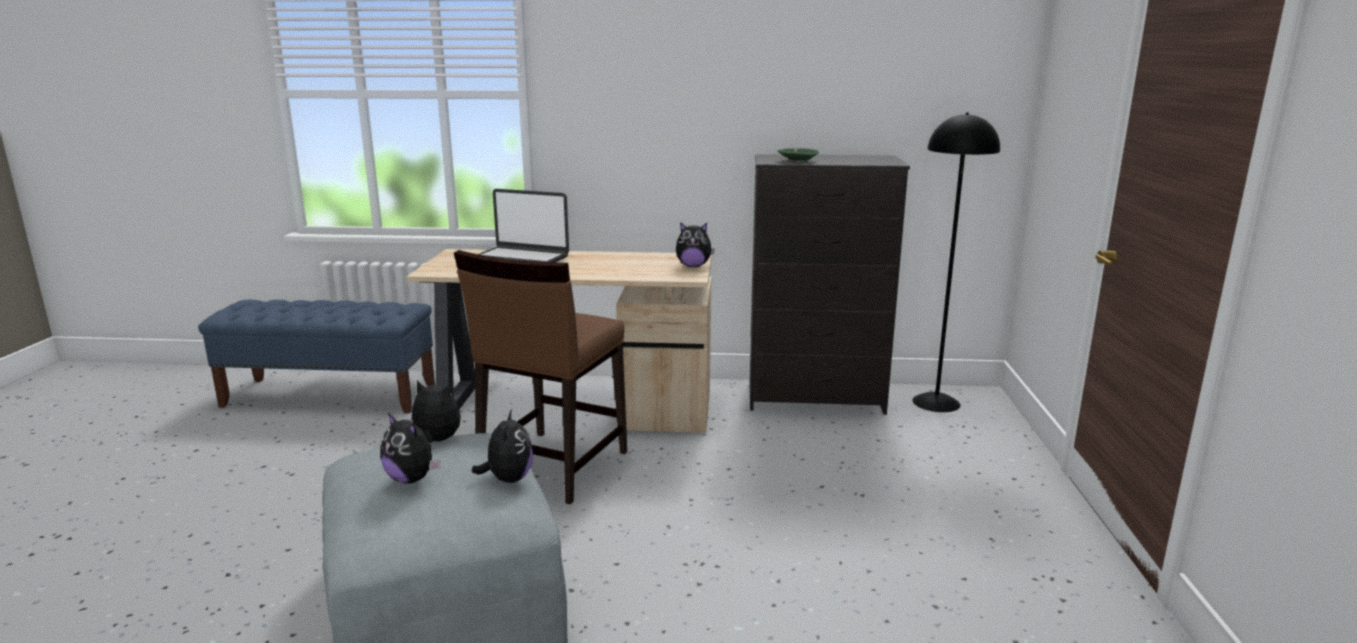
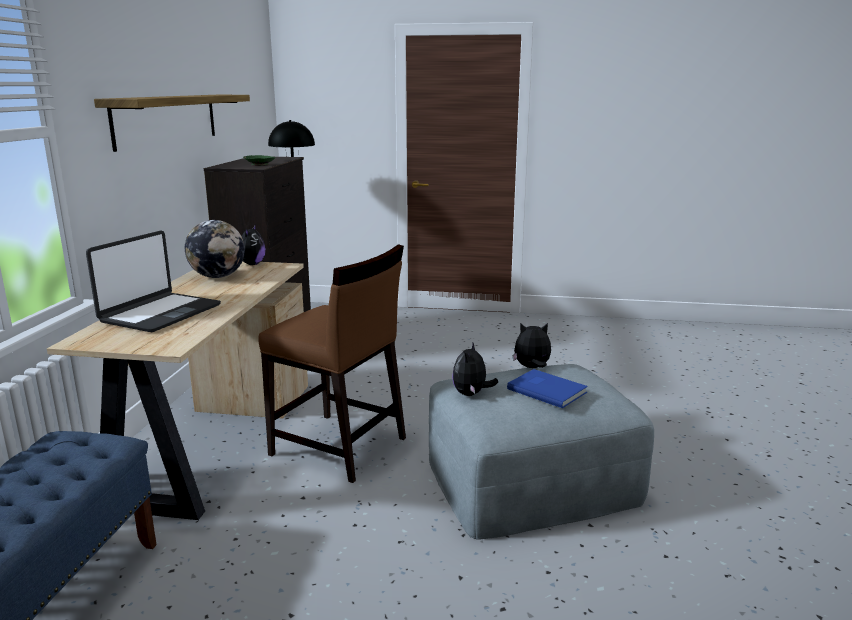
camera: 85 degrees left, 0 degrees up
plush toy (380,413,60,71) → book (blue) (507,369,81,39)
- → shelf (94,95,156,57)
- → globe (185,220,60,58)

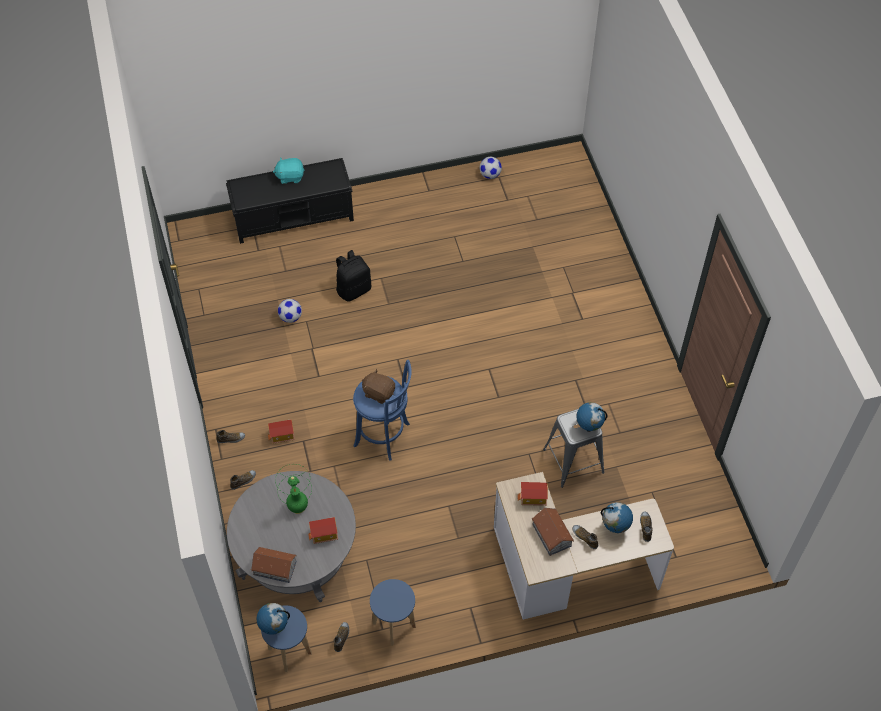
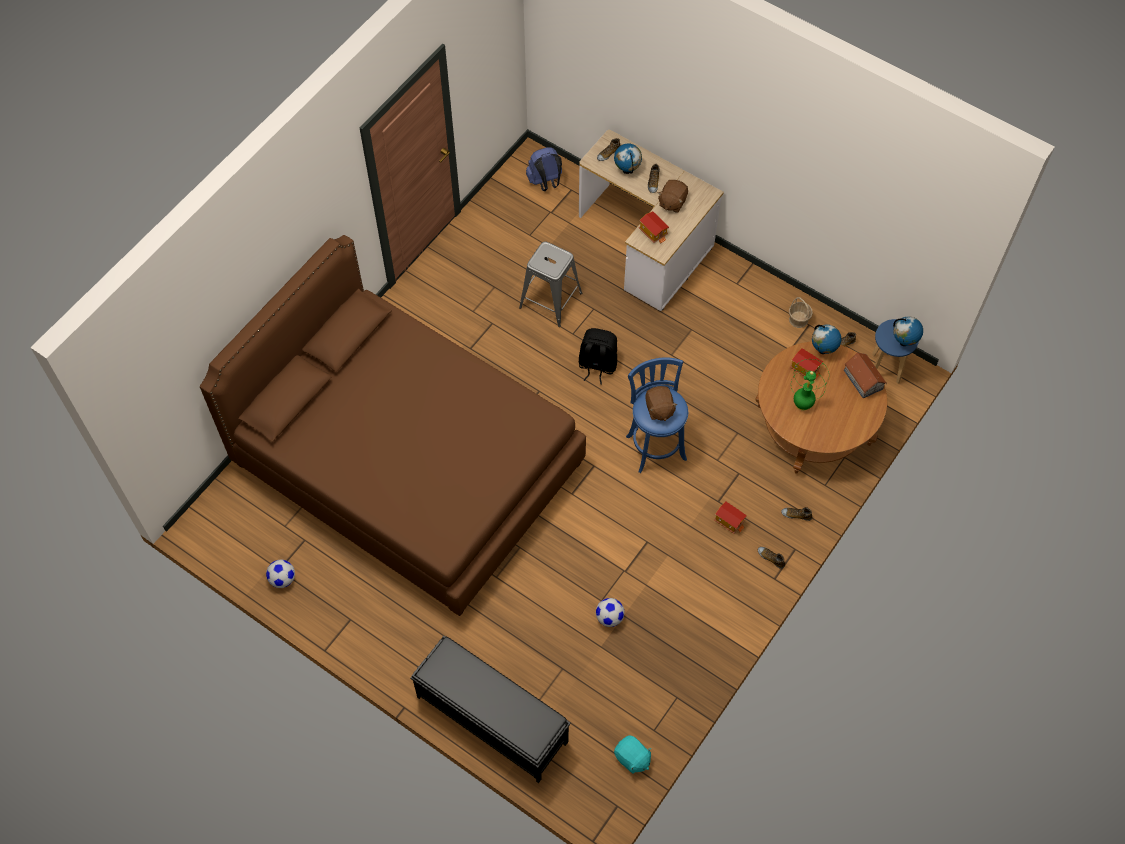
camera: 130 degrees left, 5 degrees up
coffee table (grey) (227,471,129,131) → coffee table (brown) (755,341,132,133)
plush toy (turquoise) (273,157,31,27) → plush toy (turquoise) (614,735,38,39), move
backpack (black) (336,250,35,52) → backpack (black) (579,328,38,57), move
stool (blue) (370,579,46,67) → basket (789,297,24,31)
toy house (532,508,42,48) → plush toy (brown) (658,180,30,32)
globe (576,402,31,30) → globe (812,325,29,29), move
- → bed (brown) (200,235,386,381)
- → backpack (blue) (526,147,36,44)

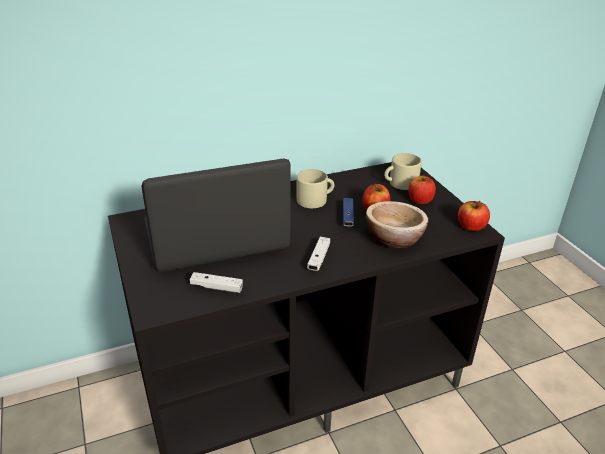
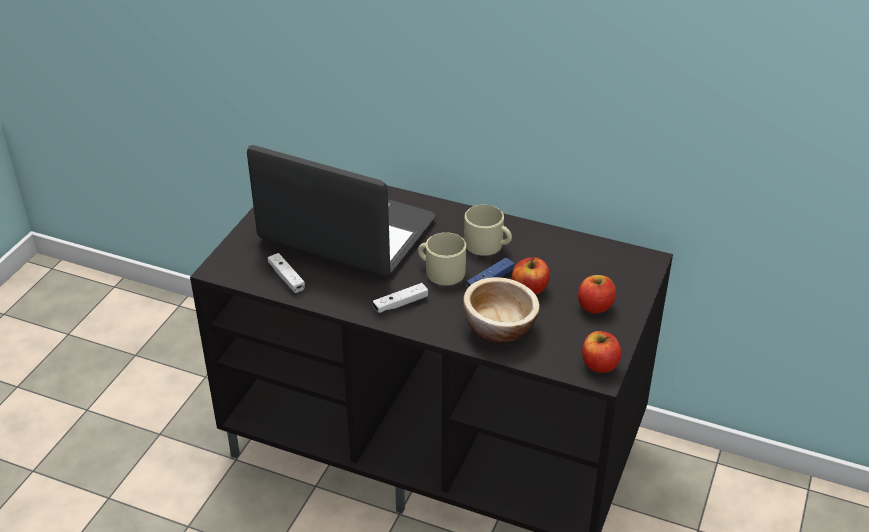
camera: 45 degrees right, 5 degrees up
mug (beige) (384,153,38,37) → mug (beige) (418,232,48,53), move

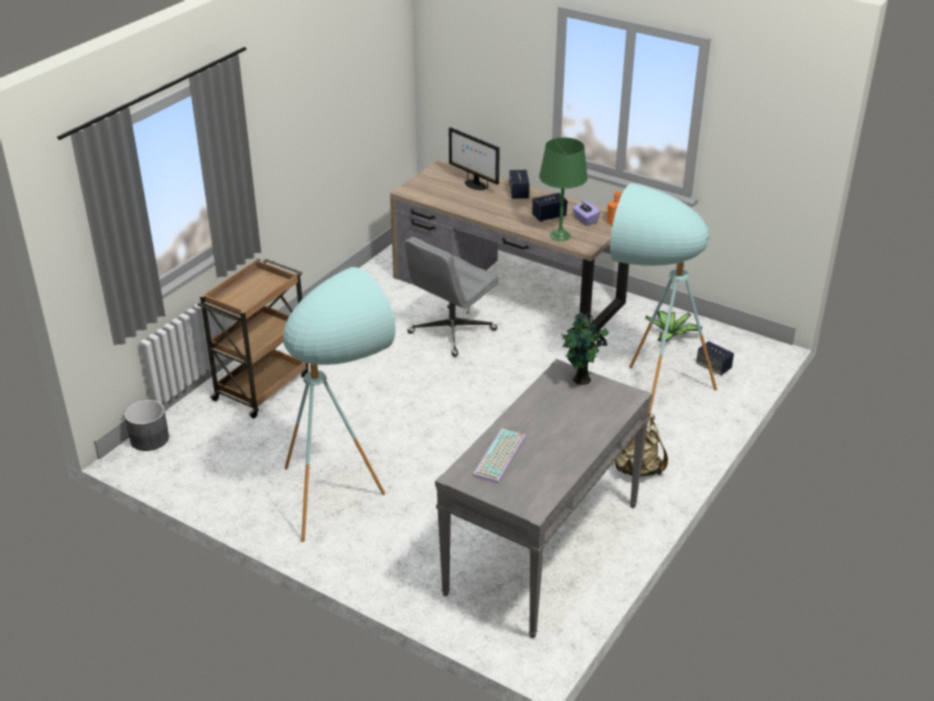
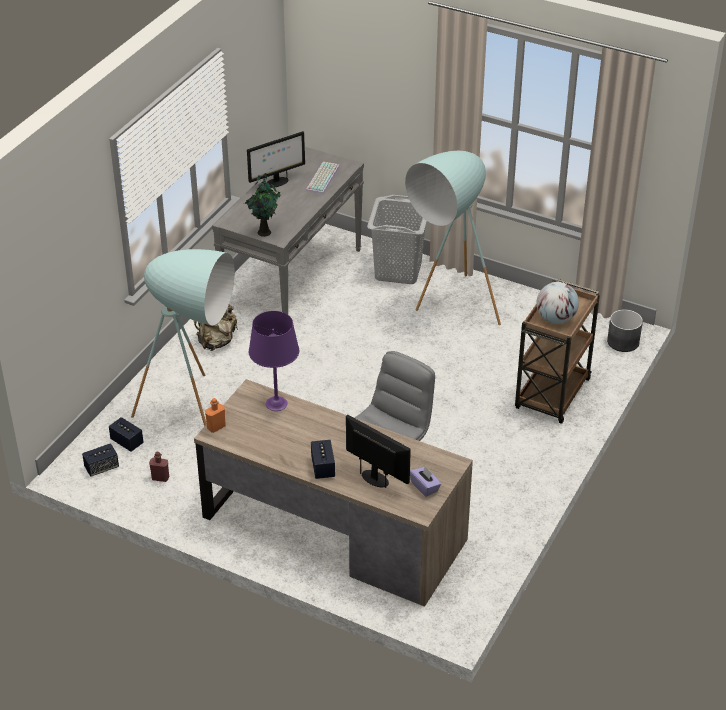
camera: 175 degrees right, 5 degrees up
speaker (532,193,35,29) → speaker (82,443,37,34), move
table lamp (green) (539,137,49,104) → table lamp (purple) (249,311,50,100)
tissue box (purple) (572,201,28,25) → tissue box (purple) (410,466,31,31), move
potted plant (645,311,57,32) → bottle (red) (149,452,20,30)
- → monitor (247,131,58,57)
- → laundry basket (grey) (367,195,60,89)
- → globe (536,282,43,42)

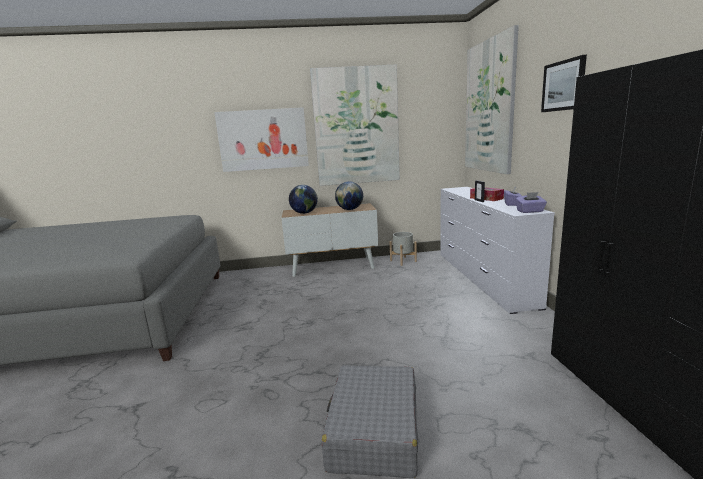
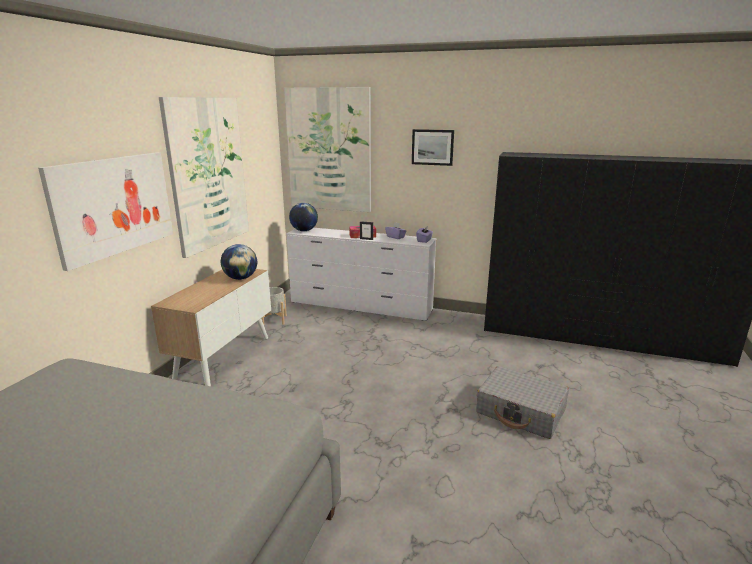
camera: 65 degrees left, 5 degrees up
globe (289,185,29,29) → globe (289,203,29,28), move

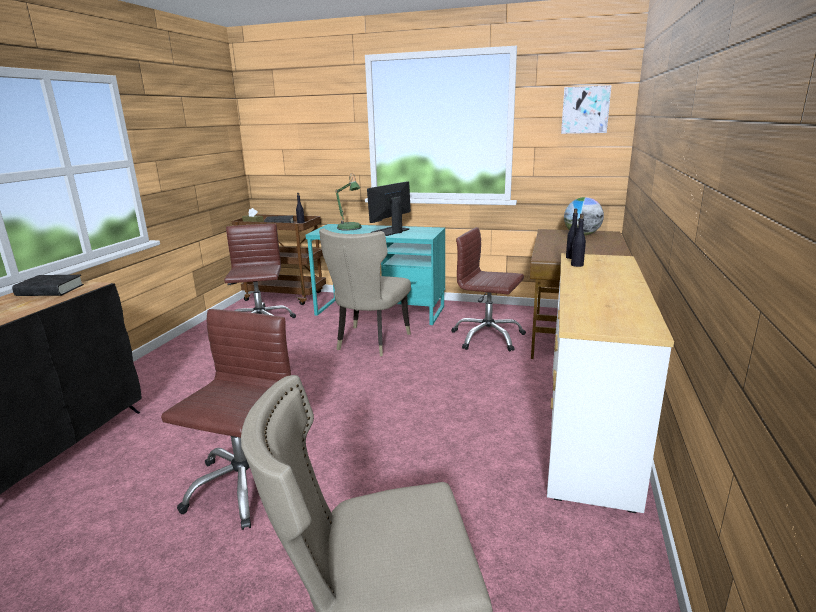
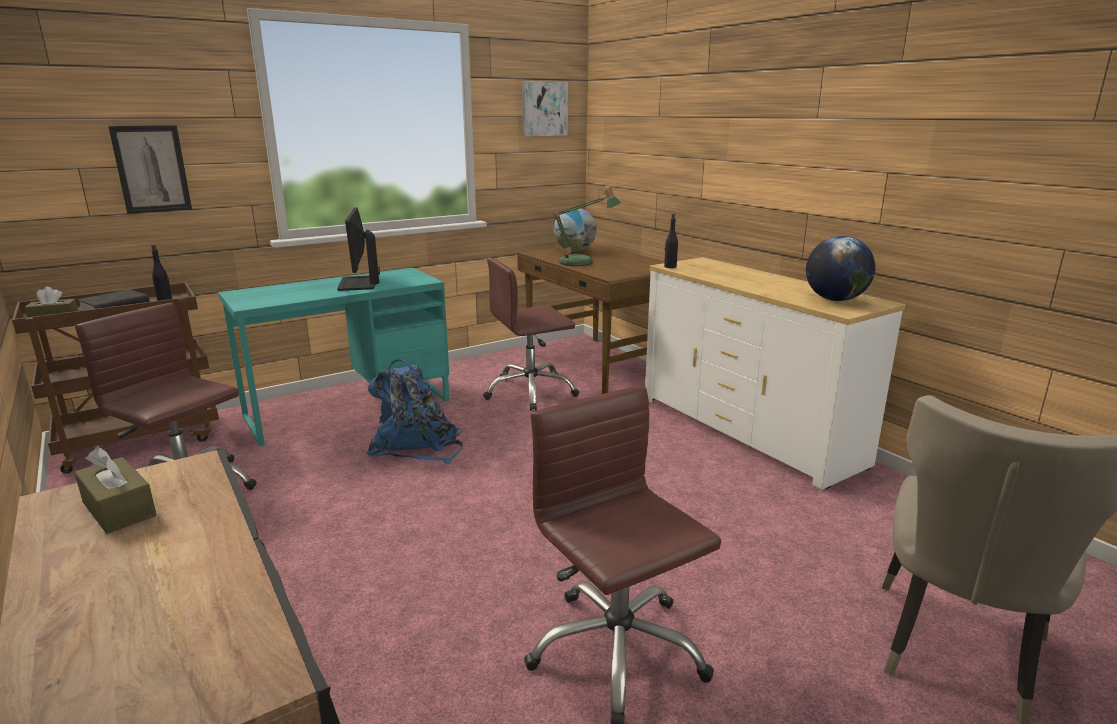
camera: 50 degrees left, 0 degrees up
book (black) (12,275,72,21) → tissue box (brown) (74,447,83,87)
chair (beige) (319,228,92,128) → backpack (blue) (366,359,96,105)
table lamp (335,173,27,58) → table lamp (552,185,69,81), move
bottle (black) (571,214,15,53) → -
- → picture (108,125,84,89)
- → globe (806,236,70,65)

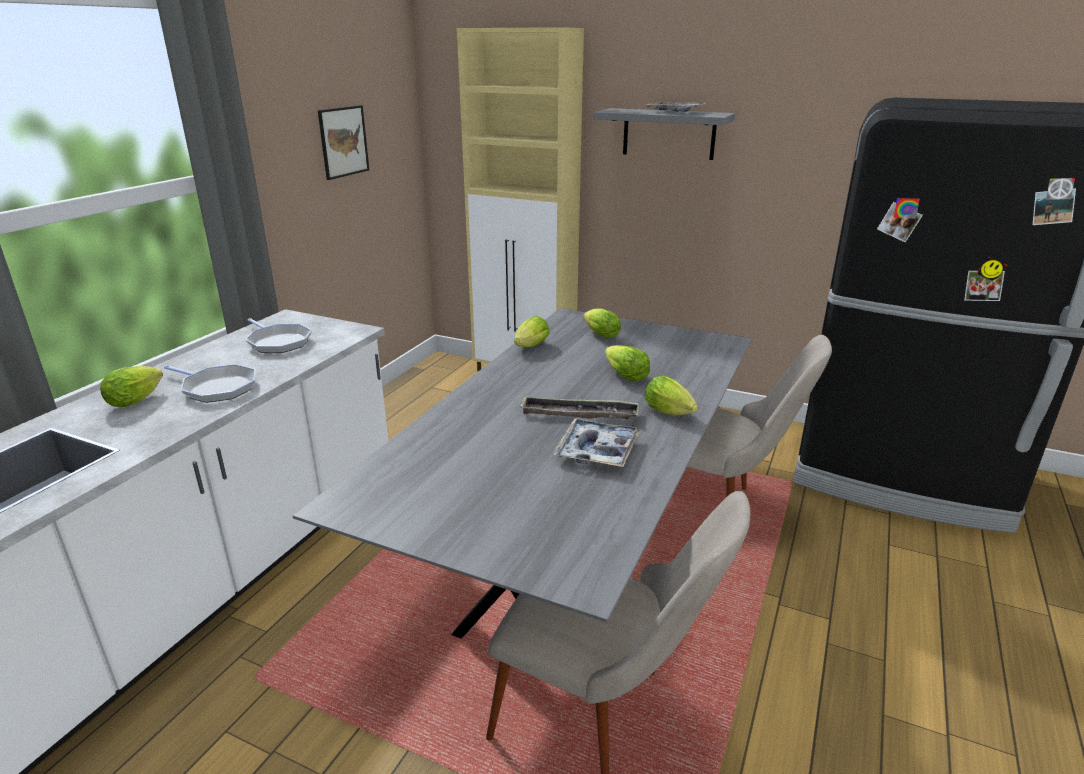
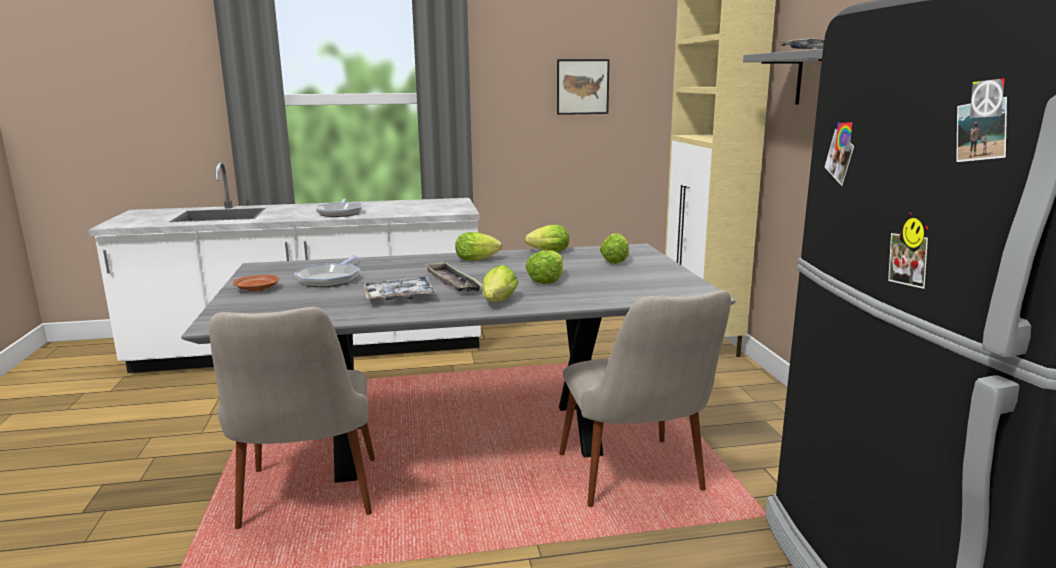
camera: 55 degrees right, 10 degrees down
lettuce (100,366,63,41) → lettuce (455,232,47,29), move
frying pan (245,318,67,35) → frying pan (294,255,66,32), move
- → plate (brown) (233,274,46,18)

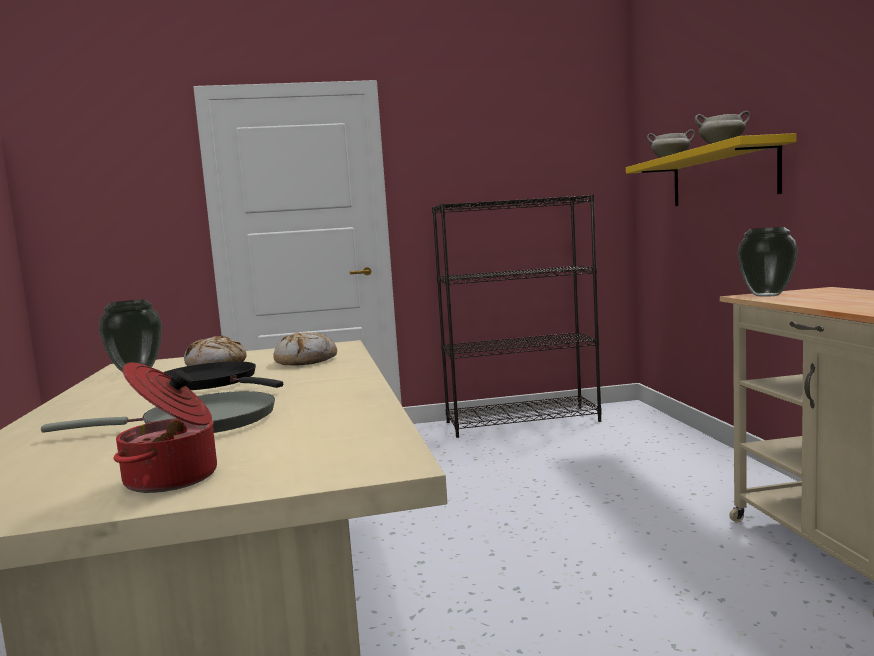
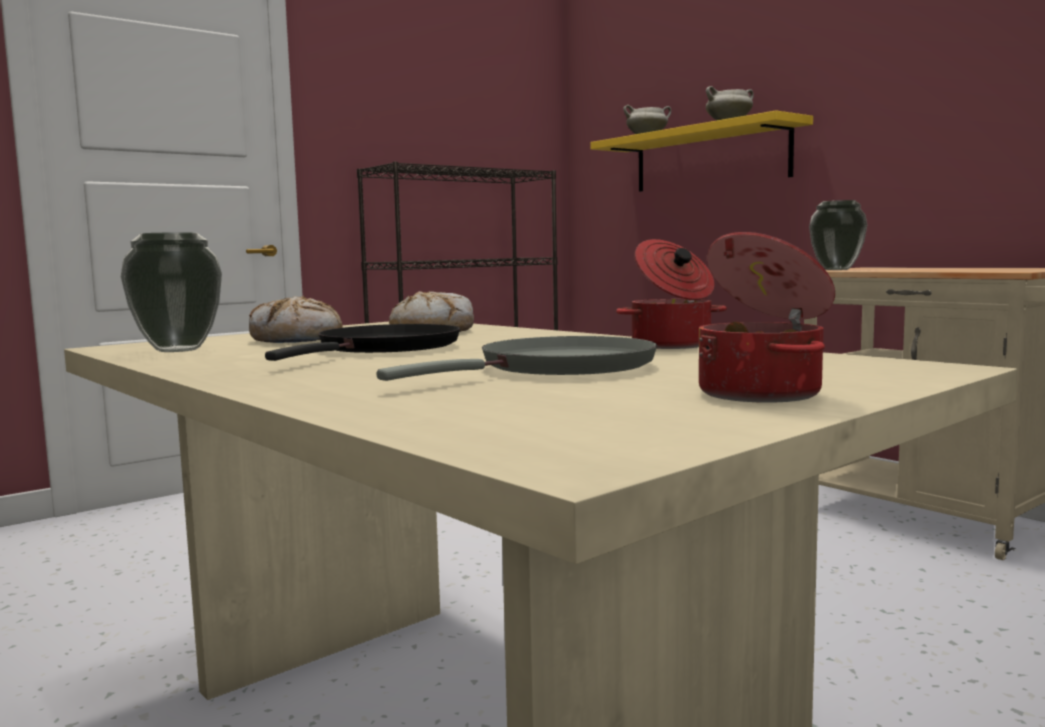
camera: 30 degrees left, 0 degrees up
frying pan (black) (164,361,119,29) → frying pan (black) (265,324,195,37), 105 degrees clockwise
- → cooking pot (616,239,111,110)

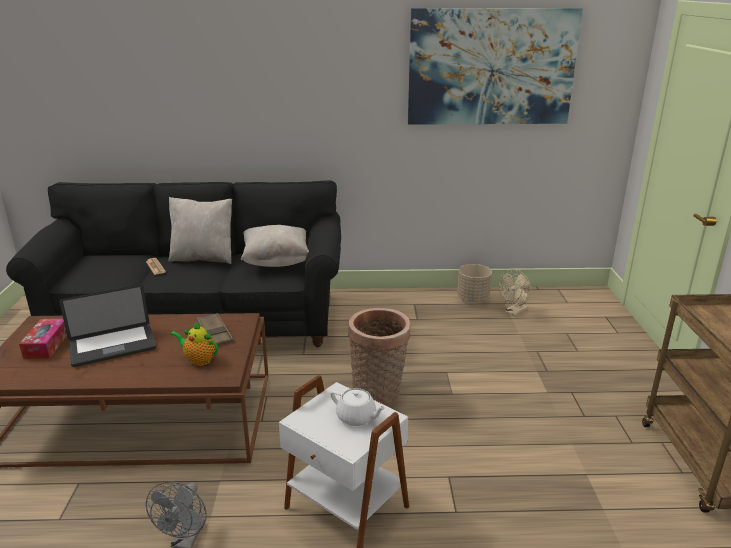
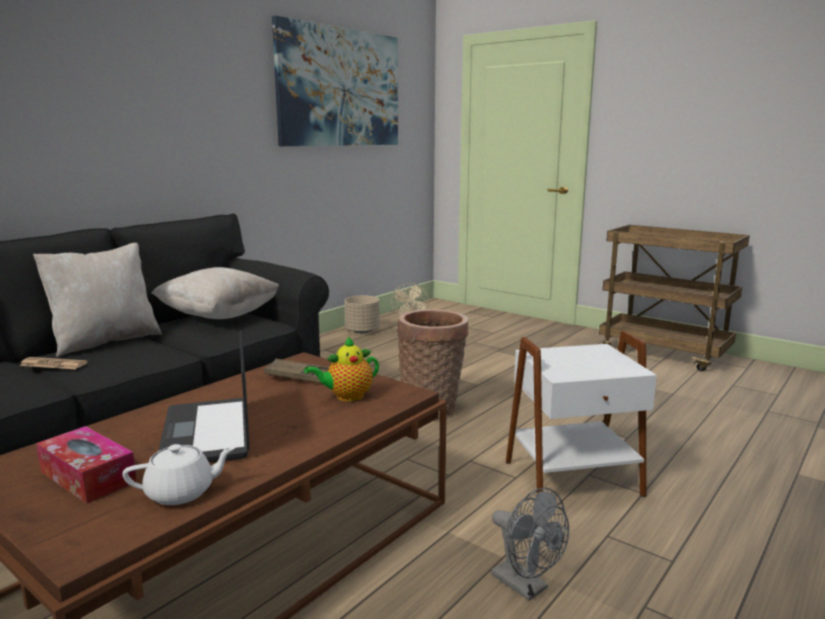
camera: 50 degrees left, 10 degrees down
laptop (59,285,97,82) → laptop (158,330,92,133), 150 degrees clockwise
teapot (white) (331,388,55,38) → teapot (white) (122,444,113,61), move

